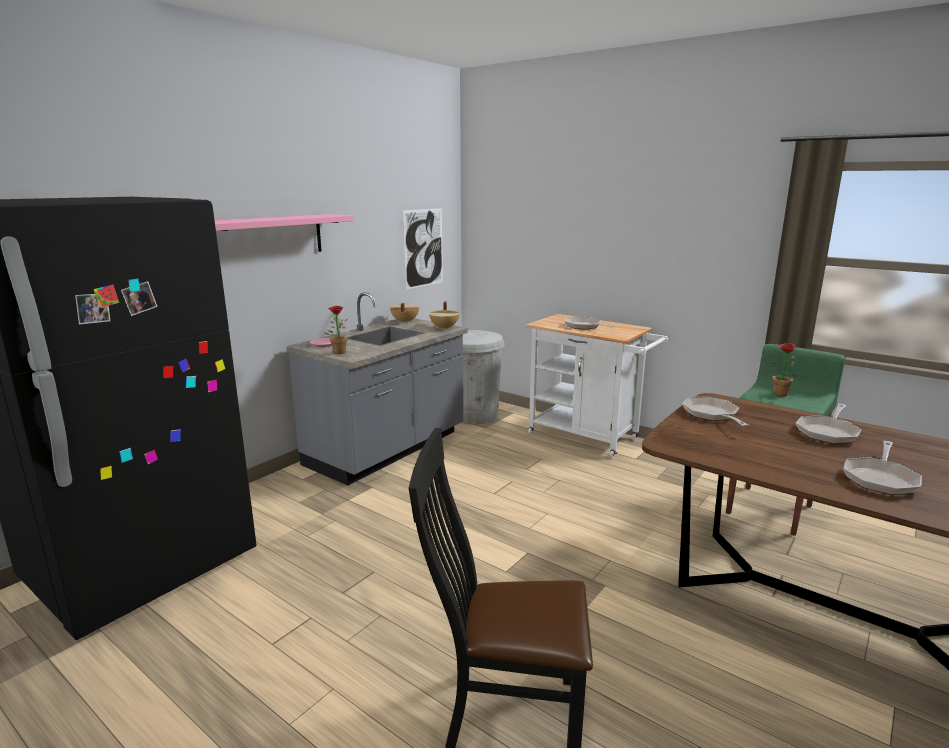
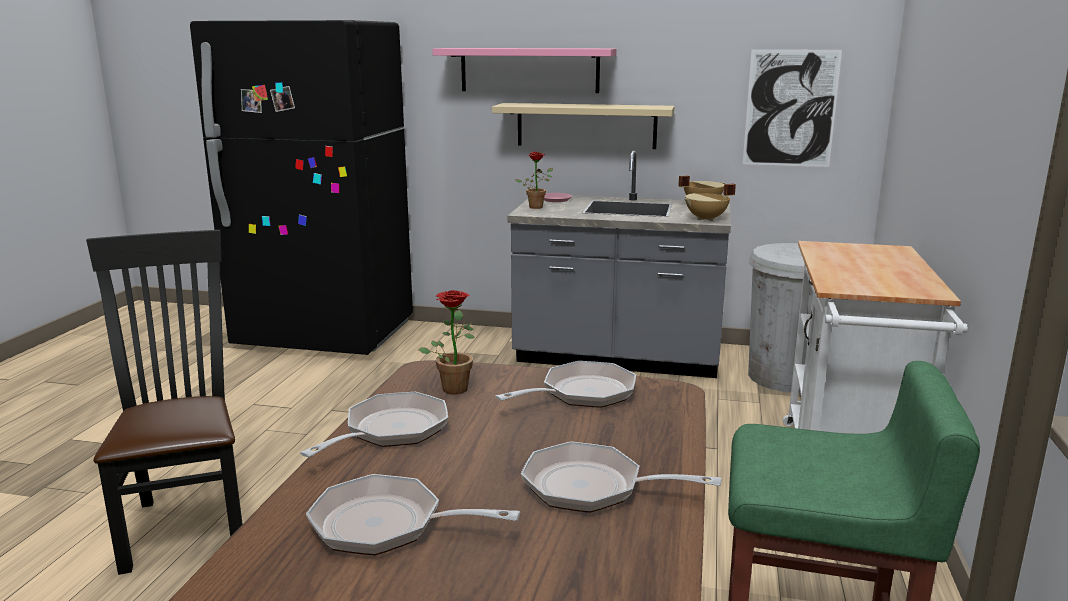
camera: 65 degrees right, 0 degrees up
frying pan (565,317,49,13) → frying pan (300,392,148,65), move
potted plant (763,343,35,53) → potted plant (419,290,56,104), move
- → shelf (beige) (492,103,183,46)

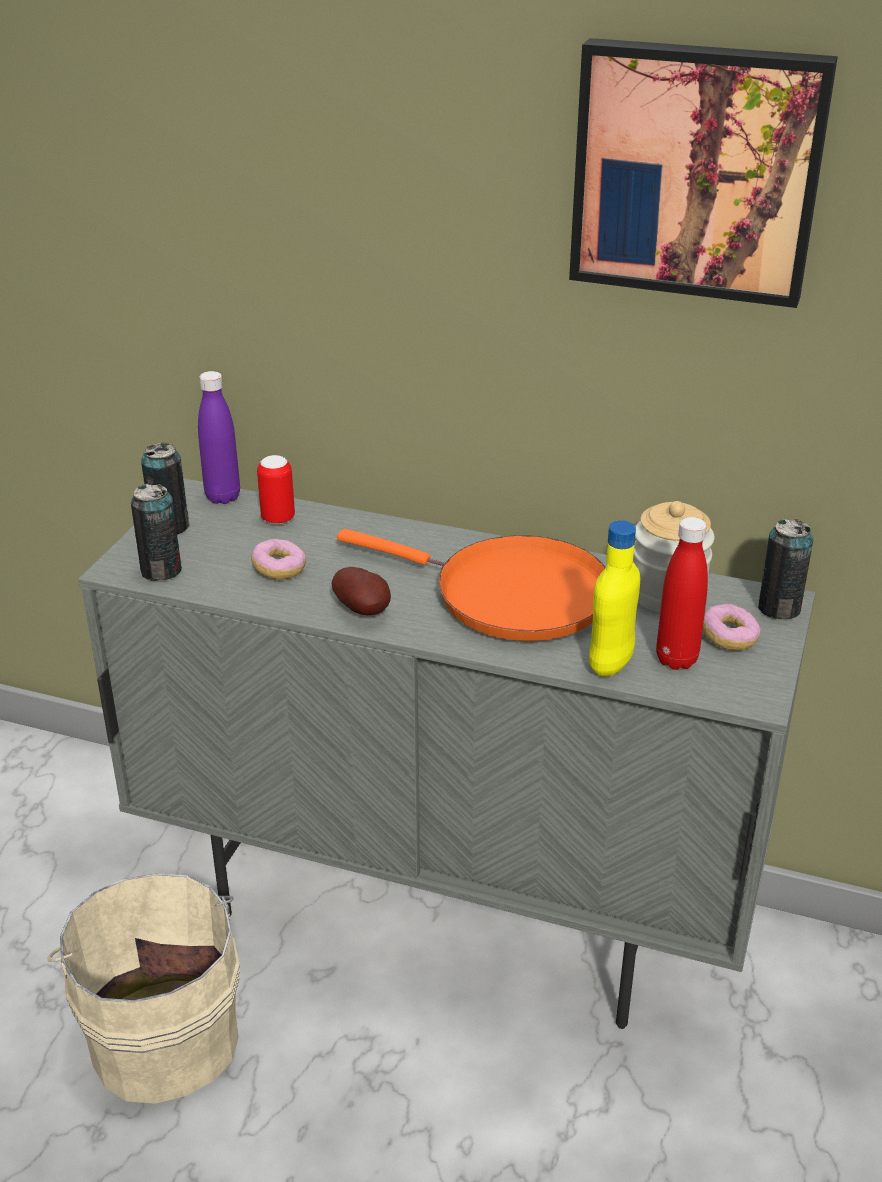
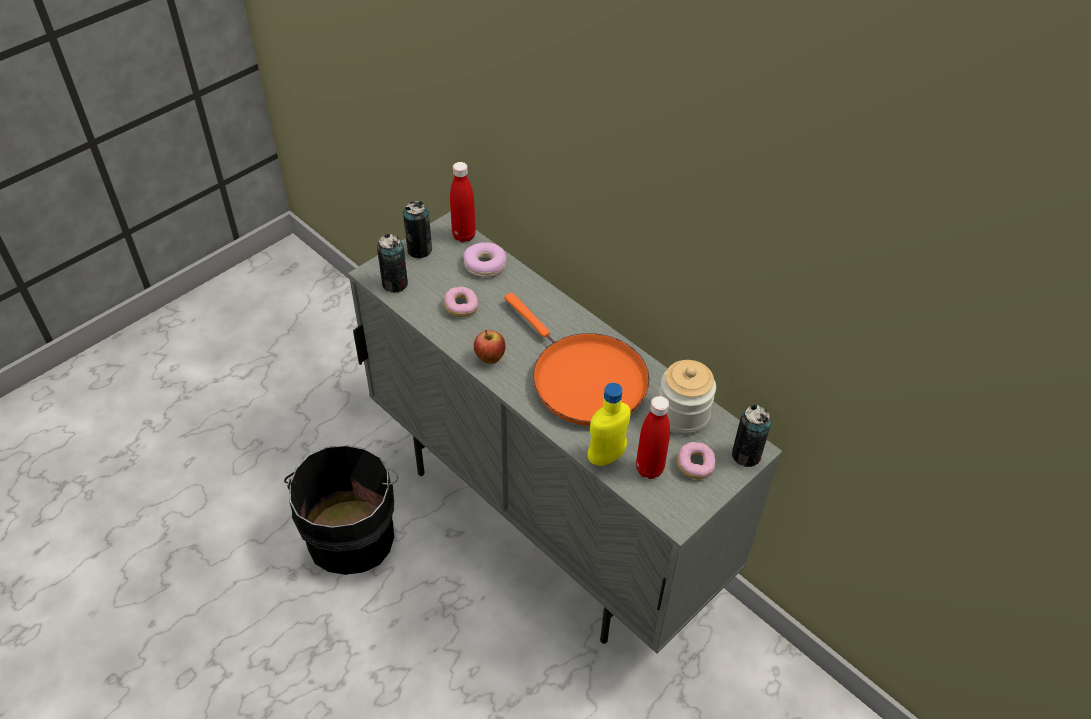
camera: 25 degrees right, 15 degrees up
bucket (beige) (47,873,193,231) → bucket (black) (284,445,114,130)
bottle (purple) (198,371,42,133) → bottle (red) (450,162,26,80)
can (257,455,38,70) → donut (463,242,44,35)
potato (332,567,59,49) → apple (474,330,31,34)
picture (569,38,269,270) → -

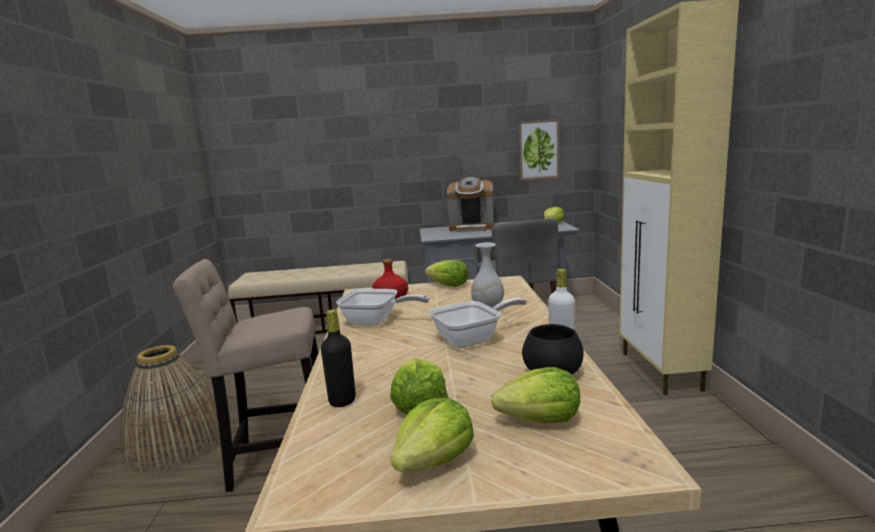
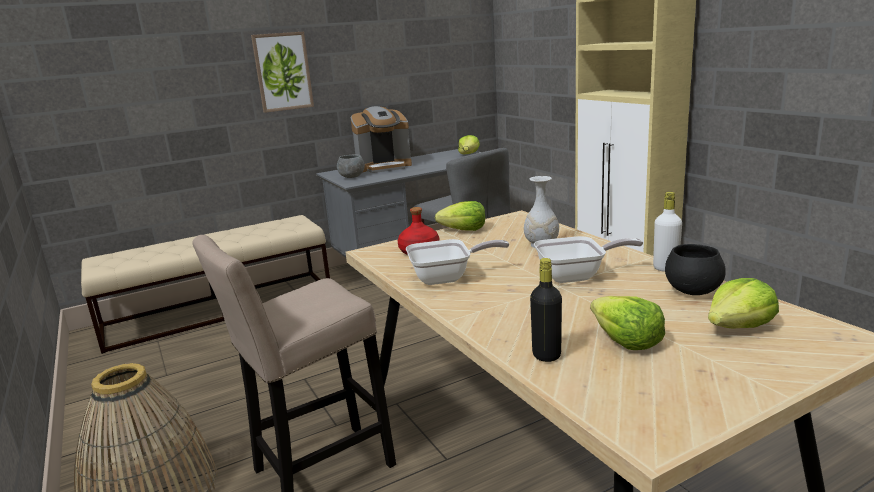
camera: 25 degrees left, 5 degrees up
lettuce (391,398,83,74) → -
frying pan (429,298,98,50) → frying pan (534,236,109,47), 45 degrees clockwise
picture (518,119,42,61) → picture (251,32,63,81), move
- → bowl (grey) (337,155,28,23)

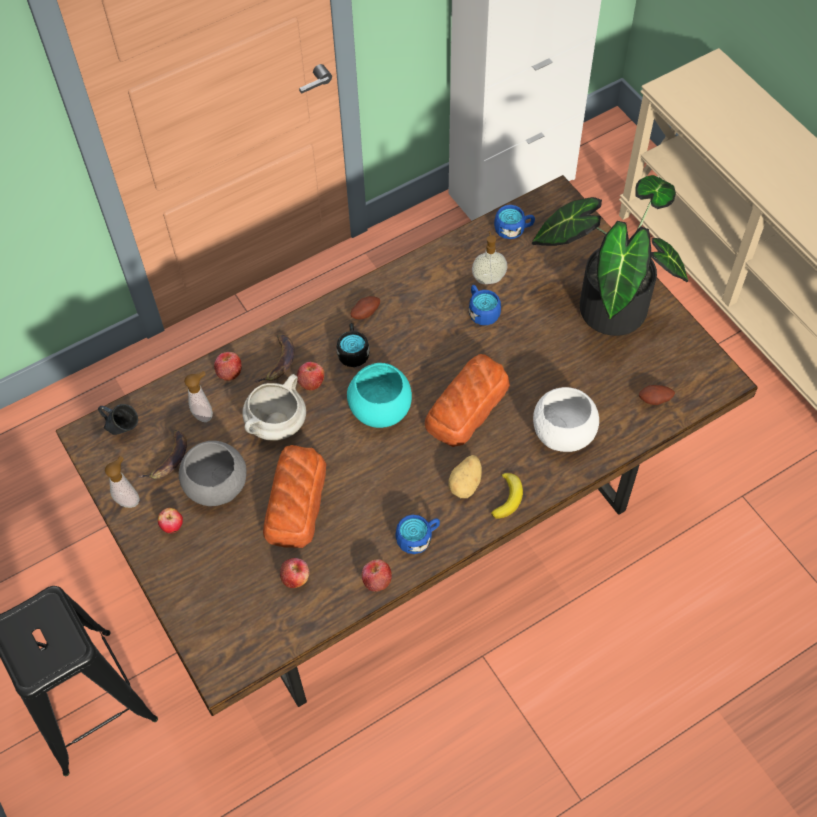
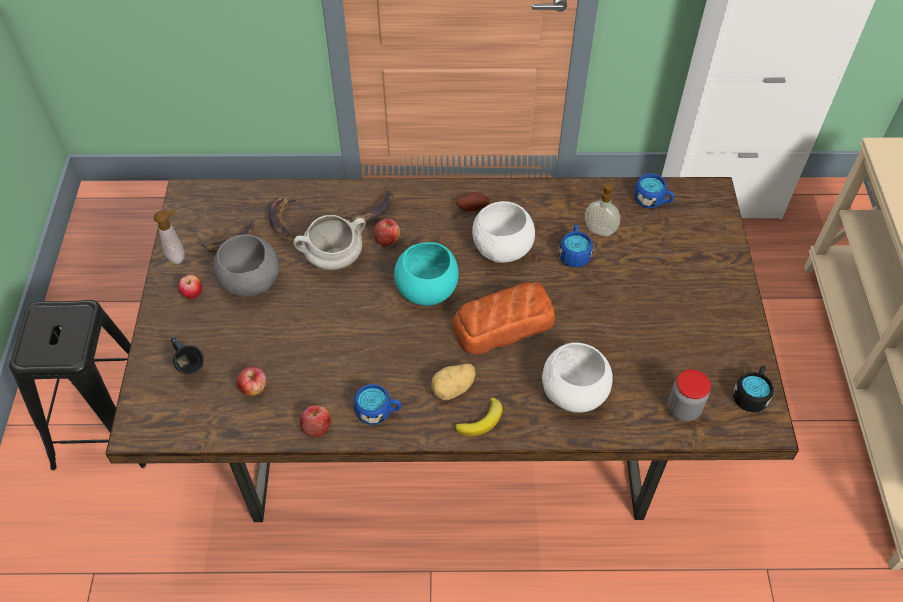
camera: 30 degrees right, 5 degrees down
mug (blue) (98,404,40,31) → mug (blue) (171,337,33,38), move
soap dispenser (184,371,29,51) → banana (269,198,30,44)
apple (214,352,28,29) → -
bread (263,445,63,103) → -
mug (black) (336,323,34,44) → mug (black) (733,365,41,47), move
potted plant (532,175,156,161) → -
potato (639,385,36,20) → jar (668,369,43,53)
- → bowl (white) (472,201,63,62)

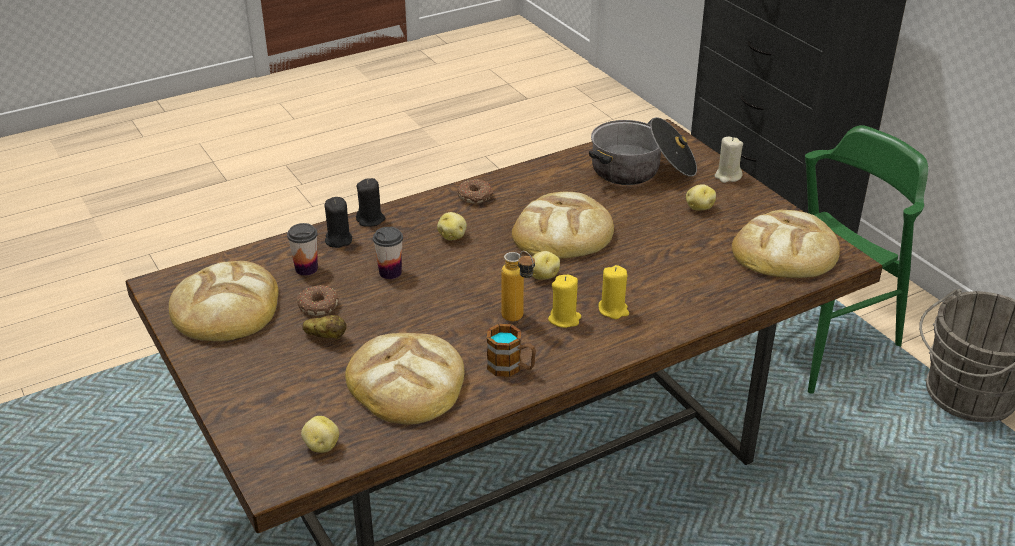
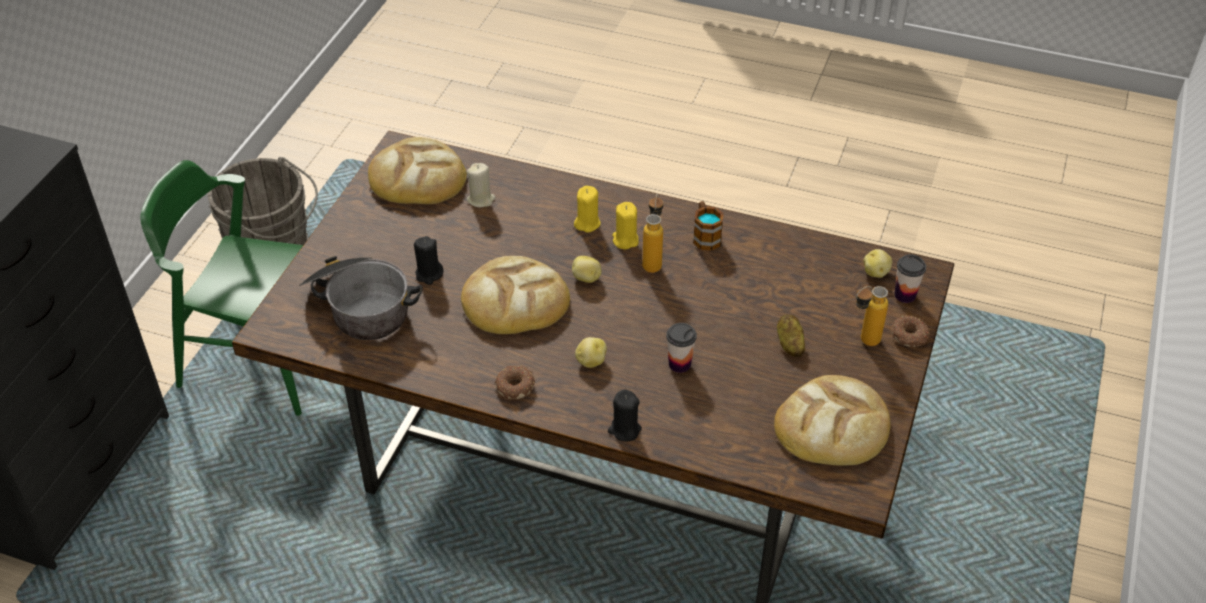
camera: 130 degrees left, 10 degrees up
cup (287,223,31,53) → cup (894,254,32,49), move
donut (296,285,43,31) → donut (892,315,38,33), move
candle (black) (325,197,27,51) → candle (black) (414,236,29,49), move
bread (345,333,120,92) → -
potato (686,184,30,26) → -
candle (beige) (715,137,28,46) → candle (beige) (467,163,29,45), move
- → bottle (856,286,32,60)

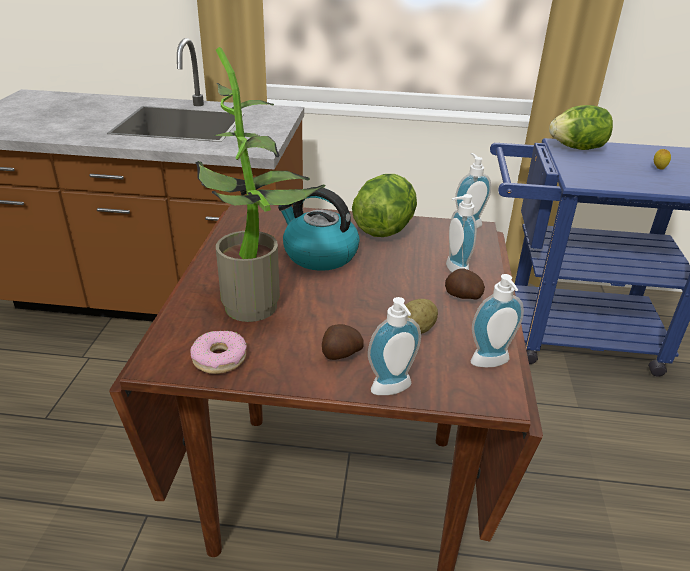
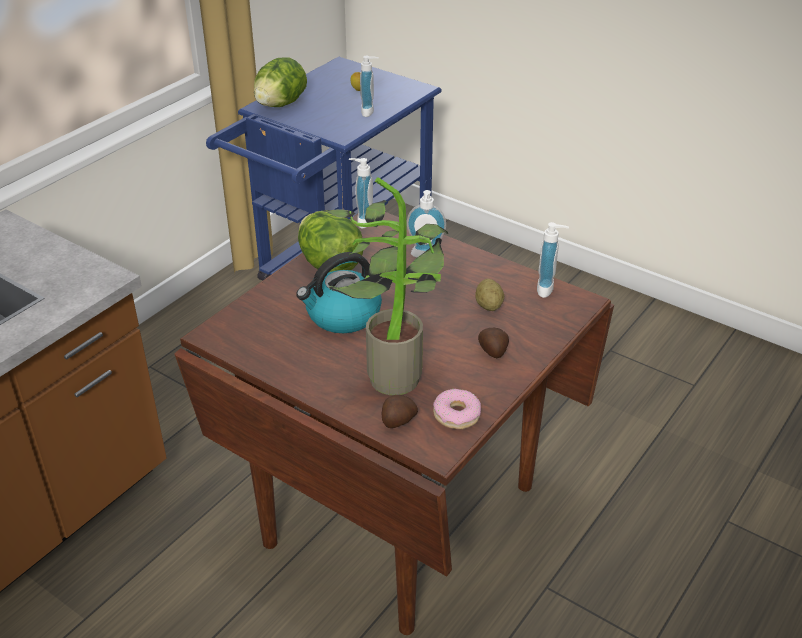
camera: 60 degrees left, 5 degrees up
soap dispenser (368,297,53,98) → soap dispenser (360,56,19,61), move
potato (445,268,40,32) → potato (381,395,37,33), move

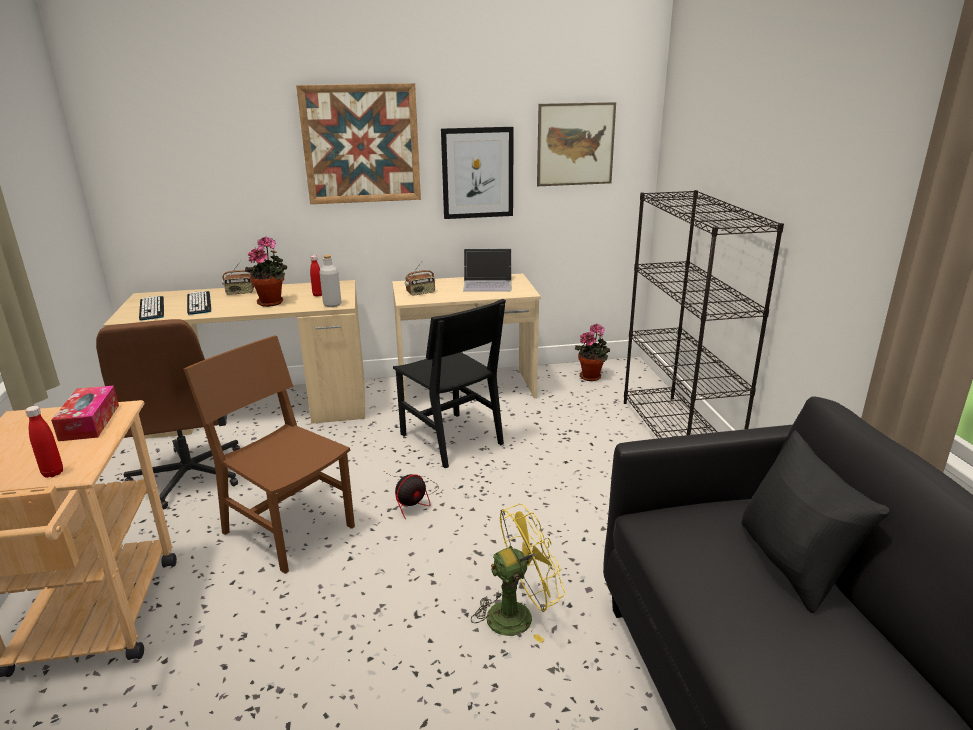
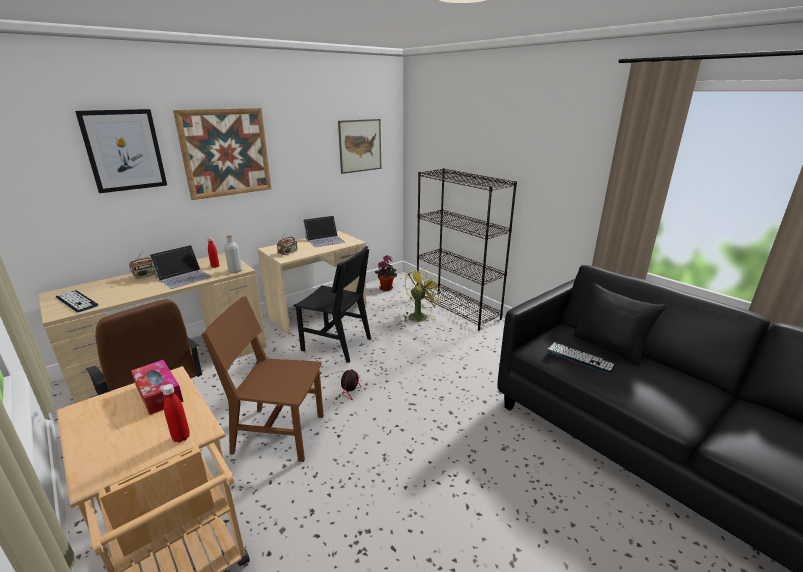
camera: 30 degrees left, 0 degrees up
keyboard (187,291,24,24) → keyboard (547,342,70,32), move
potted plant (245,236,42,71) → laptop (150,245,61,44)
picture (441,127,73,92) → picture (75,109,92,84), move
fan (yellow) (471,504,94,139) → fan (yellow) (402,269,40,53), move

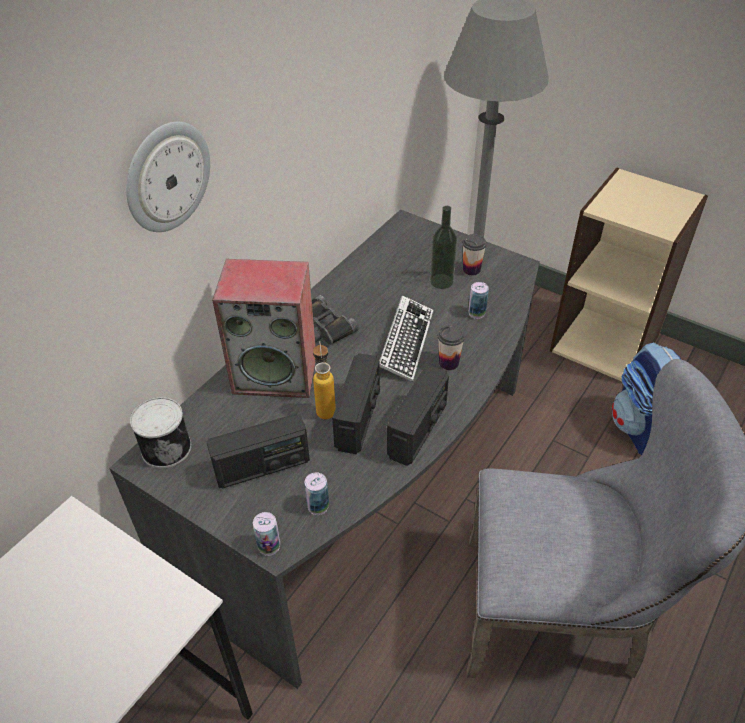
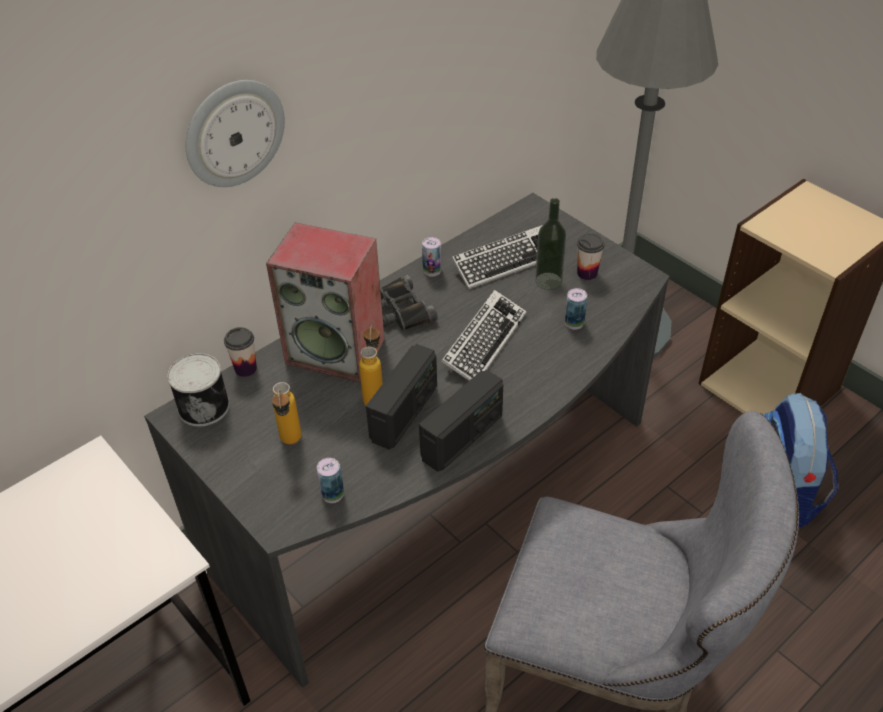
camera: 15 degrees right, 0 degrees up
radio (206,413,104,76) → bottle (272,382,30,62)
can (253,512,27,44) → can (422,237,20,40), move
cup (438,325,27,45) → cup (224,327,33,50), move
- → keyboard (452,225,91,65)

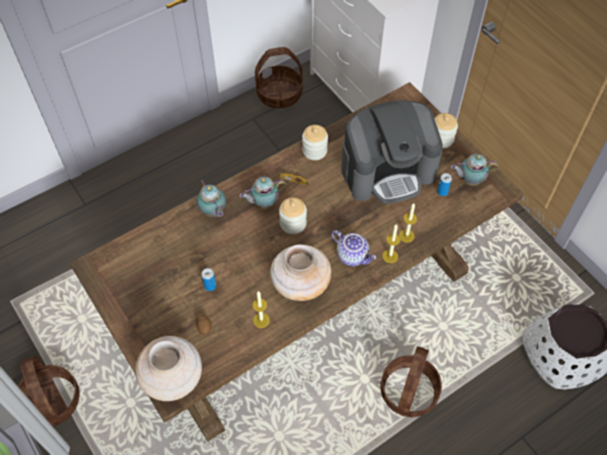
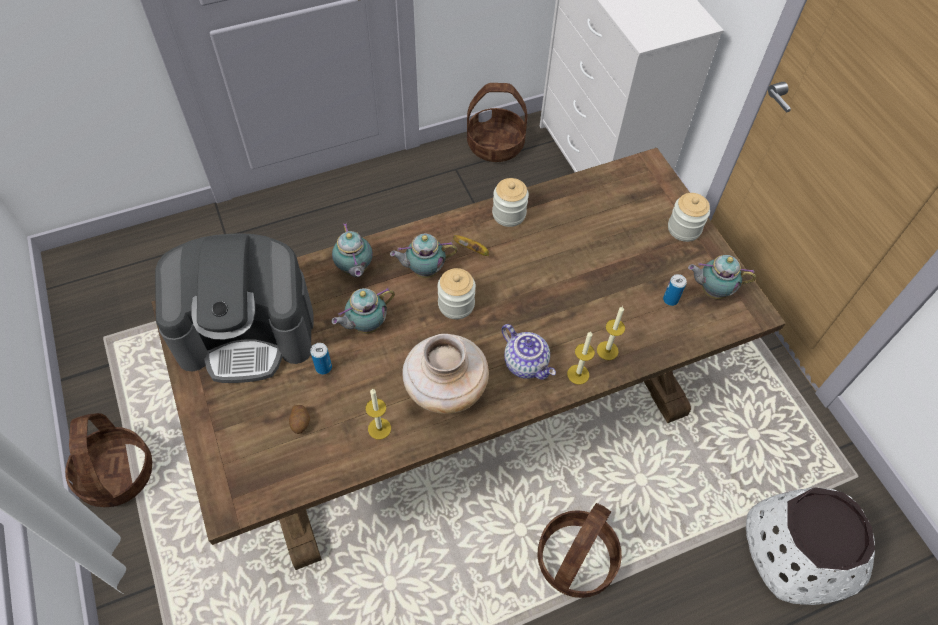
camera: 10 degrees right, 0 degrees up
vase (beige) (135,336,67,65) → -
coffee machine (341,100,102,104) → coffee machine (155,233,158,150), move
- → teapot (331,288,64,46)

